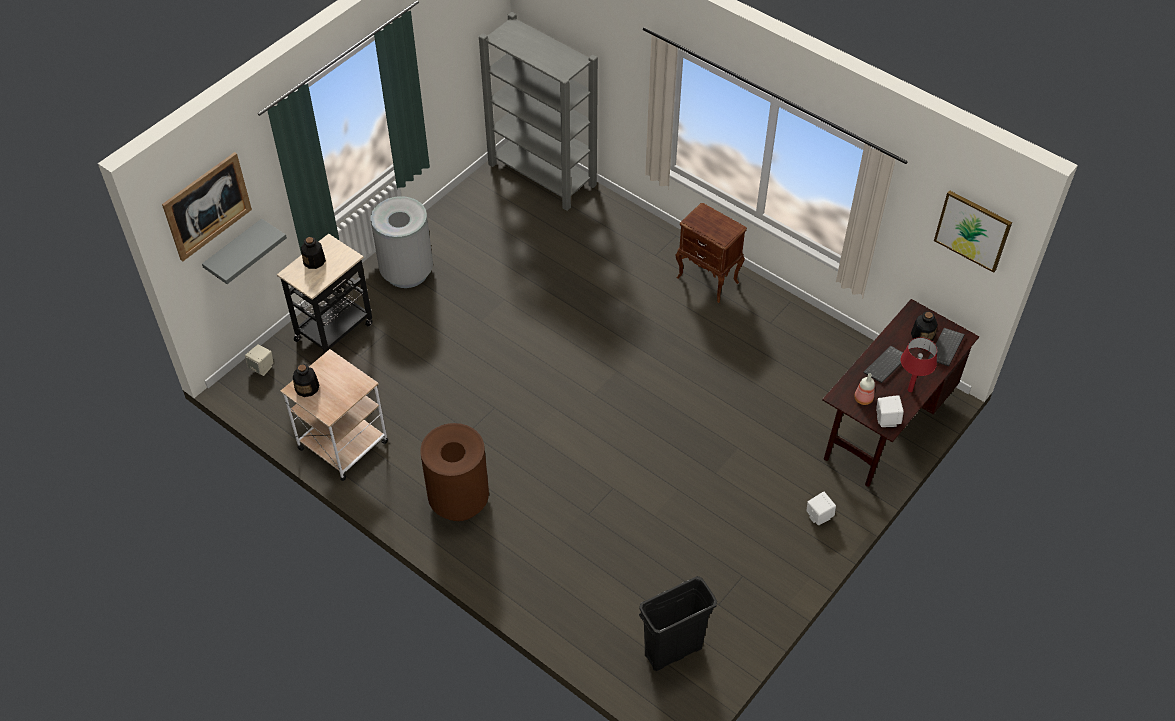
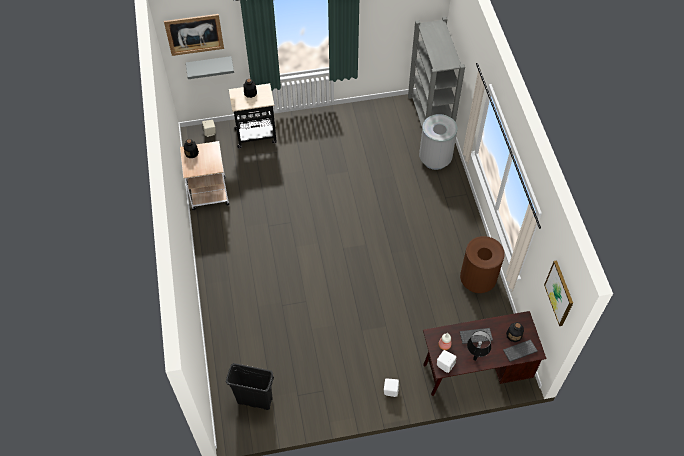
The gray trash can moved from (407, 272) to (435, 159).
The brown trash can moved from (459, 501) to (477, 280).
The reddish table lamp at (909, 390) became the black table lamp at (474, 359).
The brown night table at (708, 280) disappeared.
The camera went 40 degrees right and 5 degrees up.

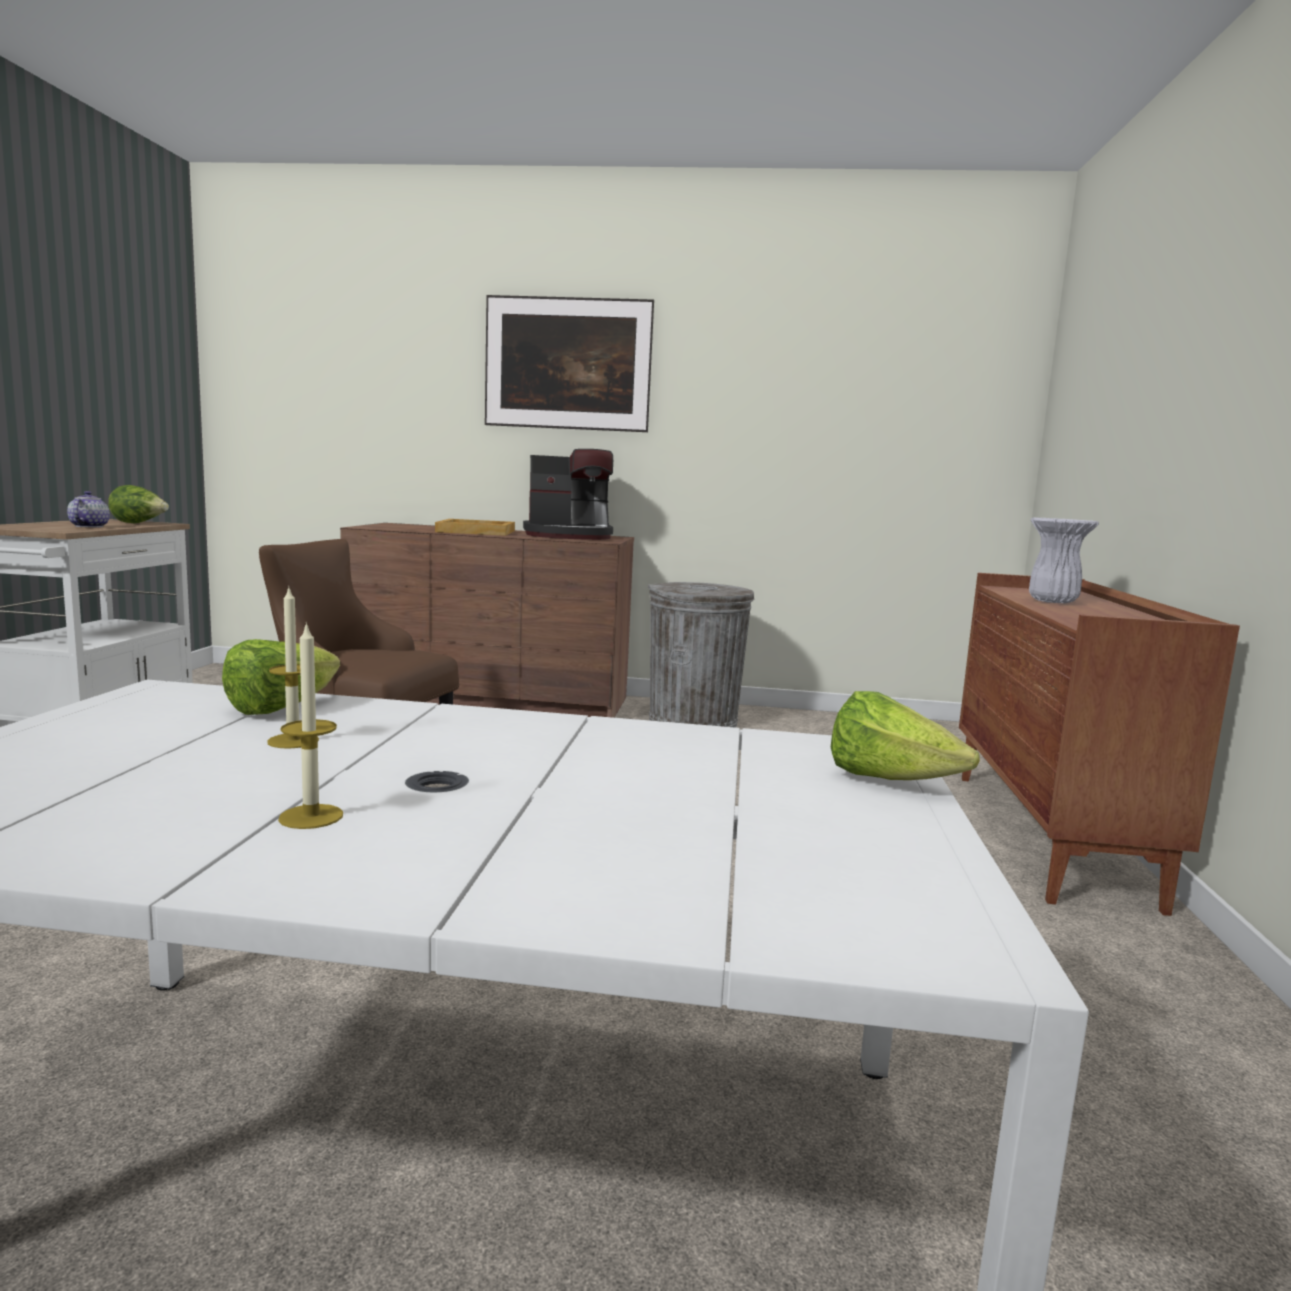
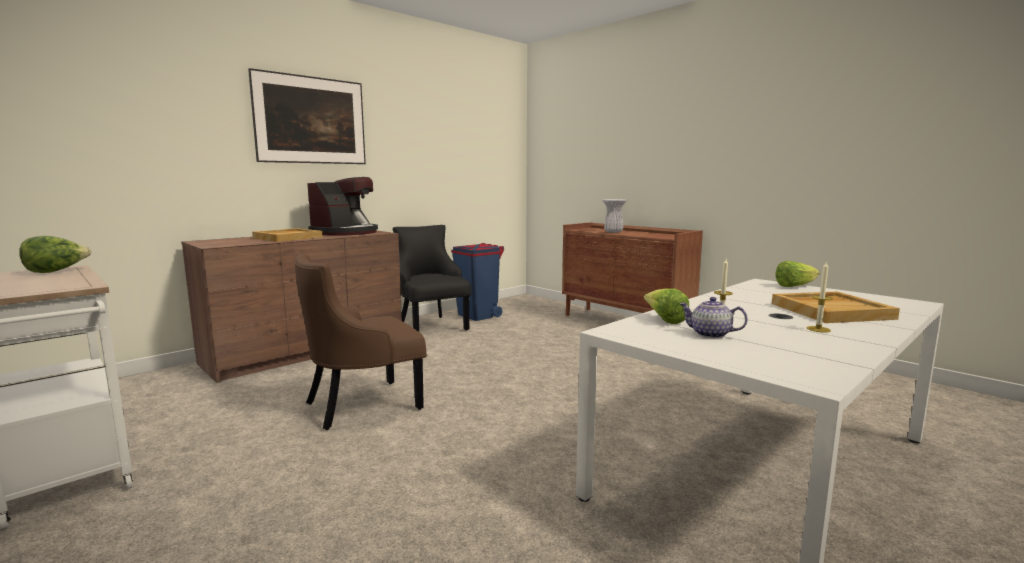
The gray trash can at (693, 721) was replaced by the black plain chair at (432, 327).
The blue-coloured trash can at (478, 315) appeared.
The pot for tea moved from (88, 526) to (710, 334).
The sand-coloured tray at (831, 311) appeared.
The camera went 50 degrees left and 0 degrees up.

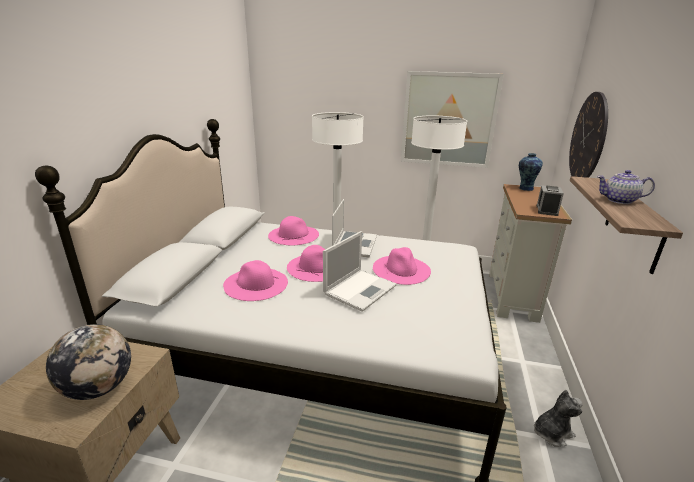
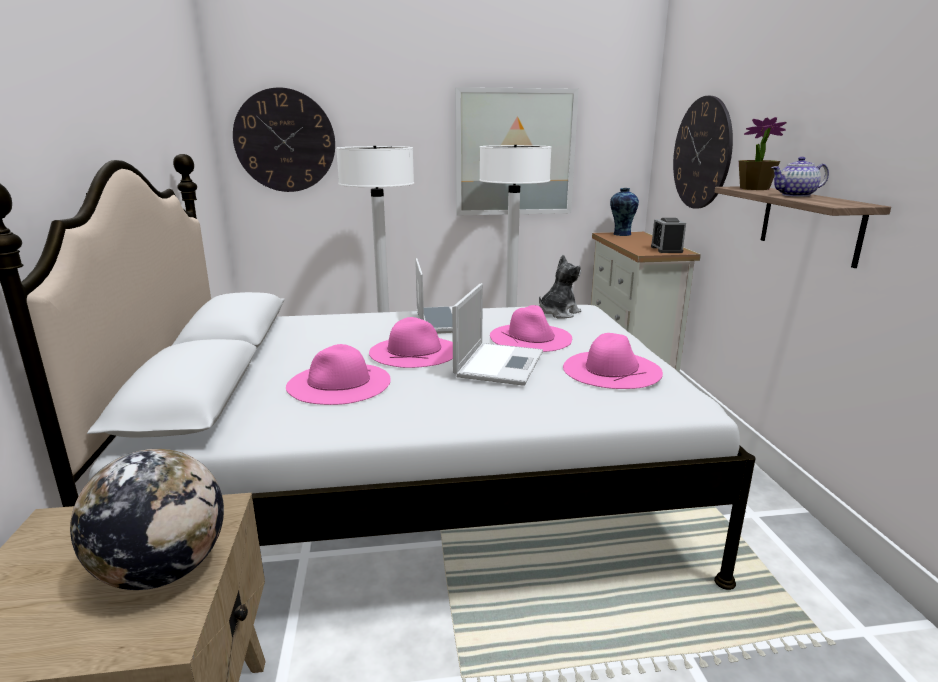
The wall clock at (285, 141) appeared.
The plush toy moved from (551, 432) to (558, 313).
The pink hat moved from (293, 235) to (611, 369).
The potted plant at (754, 188) appeared.
The camera went 20 degrees left and 5 degrees down.

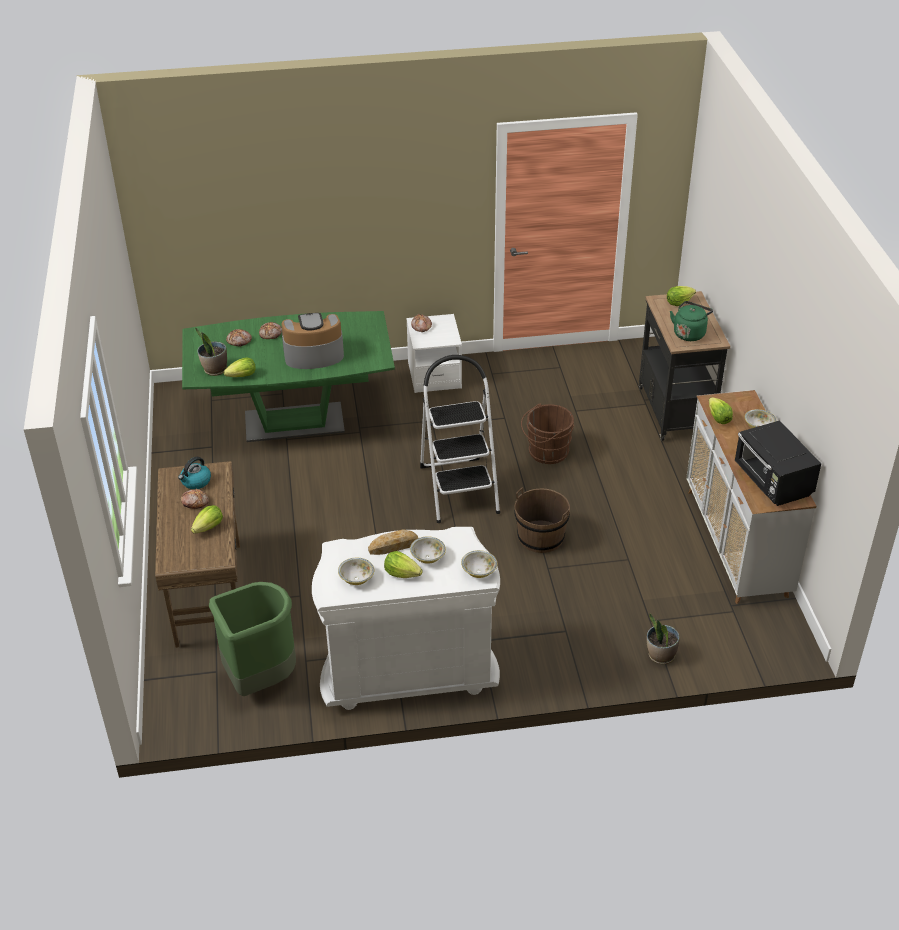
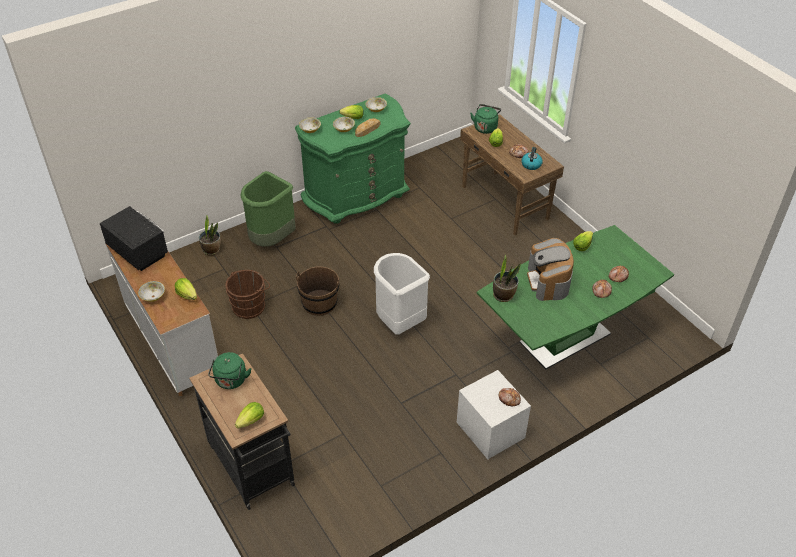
The brown bucket moved from (546, 452) to (250, 306).
The green trash can moved from (260, 679) to (272, 239).
The whitish chest of drawers at (407, 672) became the green chest of drawers at (358, 198).
The stepladder at (459, 488) was replaced by the whitish trash can at (399, 323).
The green kettle at (485, 127) appeared.
The potted plant moved from (215, 370) to (503, 295).
The coffee machine at (313, 355) turned 120 degrees clockwise.
The camera went 155 degrees right and 5 degrees up.

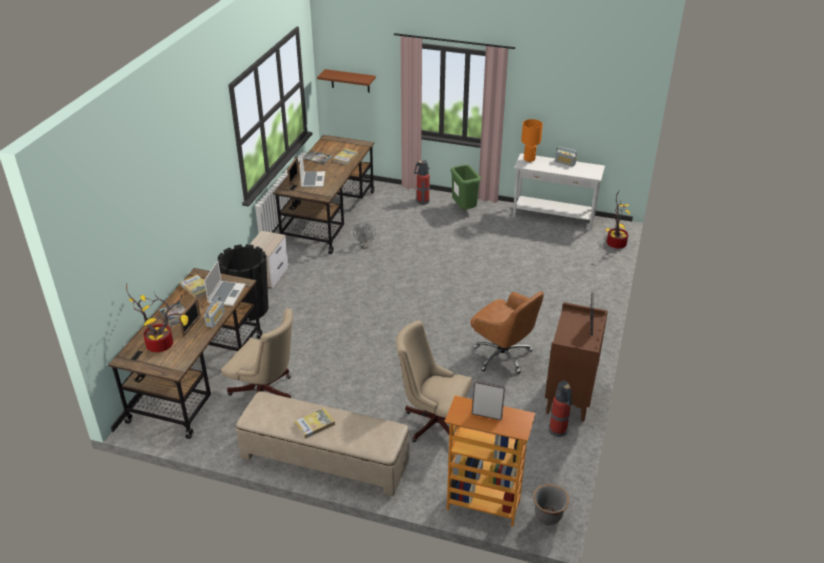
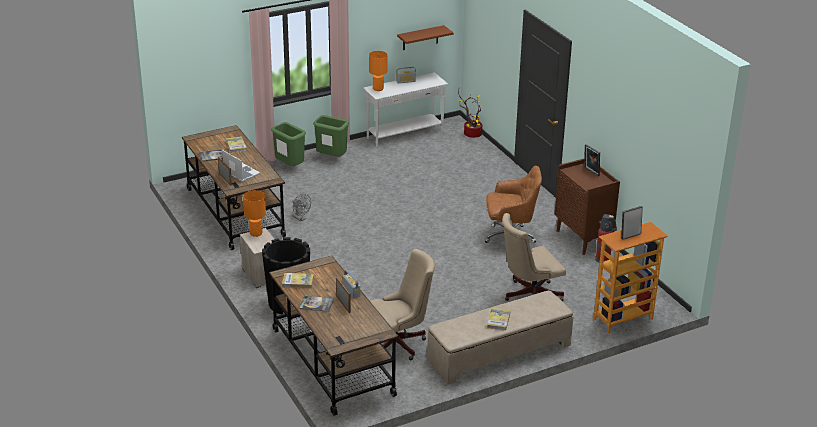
The orange table lamp at (256, 234) appeared.
The fire extinguisher at (422, 201) was replaced by the green trash can at (289, 167).
The brown wall shelf moved from (350, 81) to (420, 38).
The potted plant at (162, 344) disappeared.
The portable computer at (226, 294) disappeared.
The gray planter at (548, 517) disappeared.
The camera went 45 degrees left and 5 degrees down.

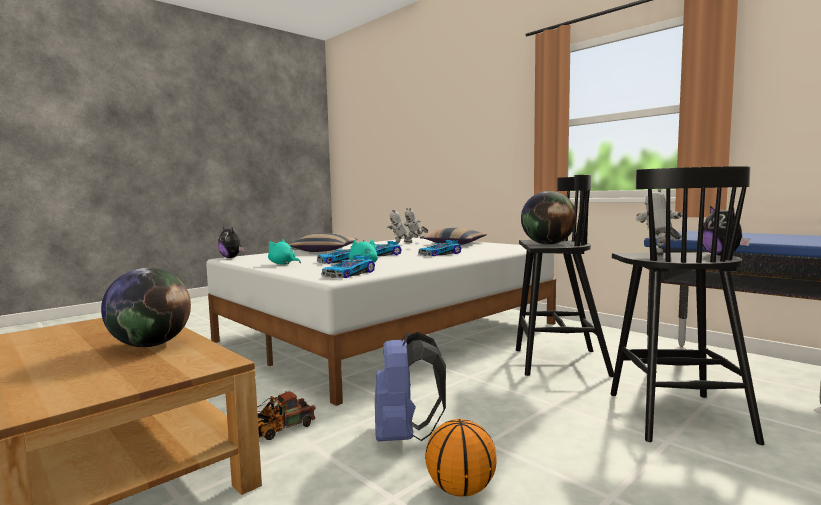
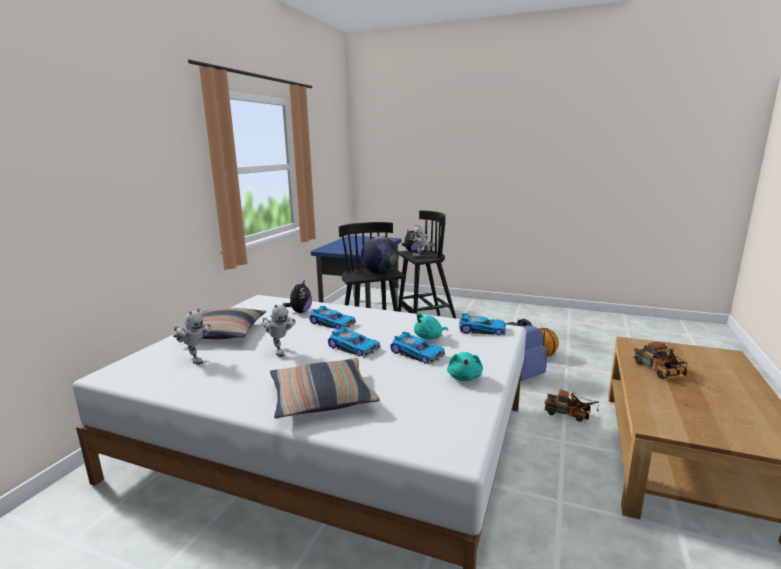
The plush toy moved from (231, 258) to (300, 312).
The world globe at (150, 345) was replaced by the toy lorry at (660, 372).
The camera went 115 degrees left and 10 degrees up.

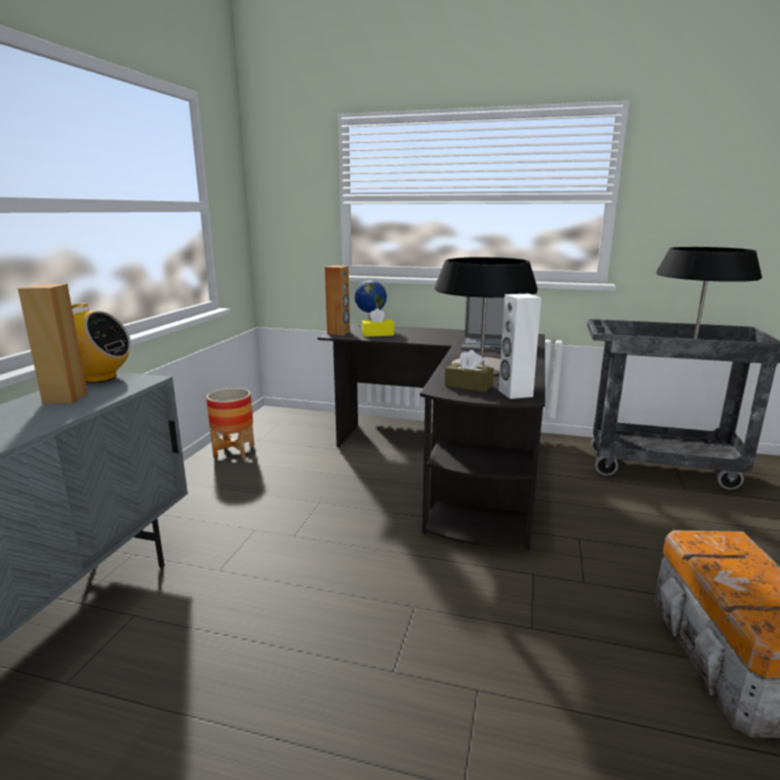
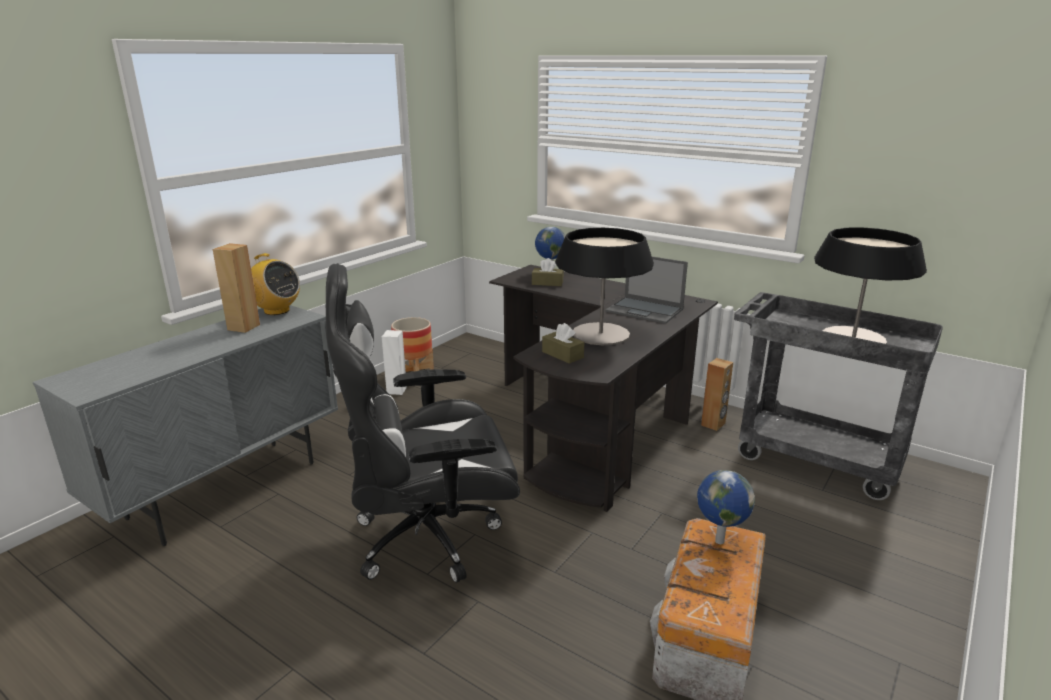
The black computer chair at (435, 536) appeared.
The whitish audio speaker moved from (515, 393) to (396, 390).
The yellowish box of tissues at (377, 334) became the brown box of tissues at (547, 283).
The world globe at (718, 541) appeared.
The brown audio speaker moved from (339, 333) to (713, 424).
The camera went 20 degrees right and 5 degrees up.

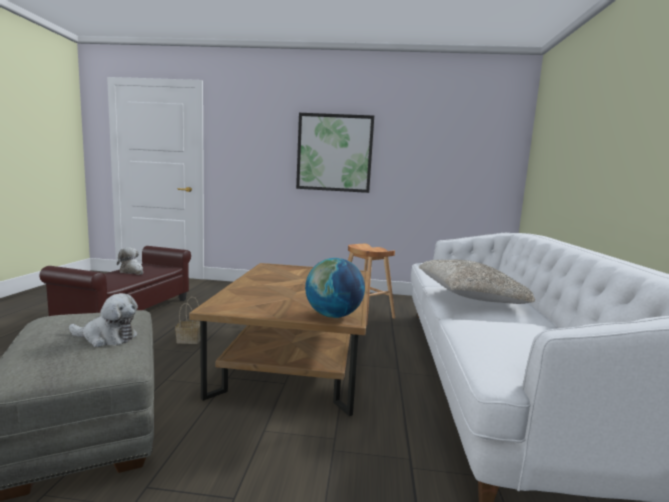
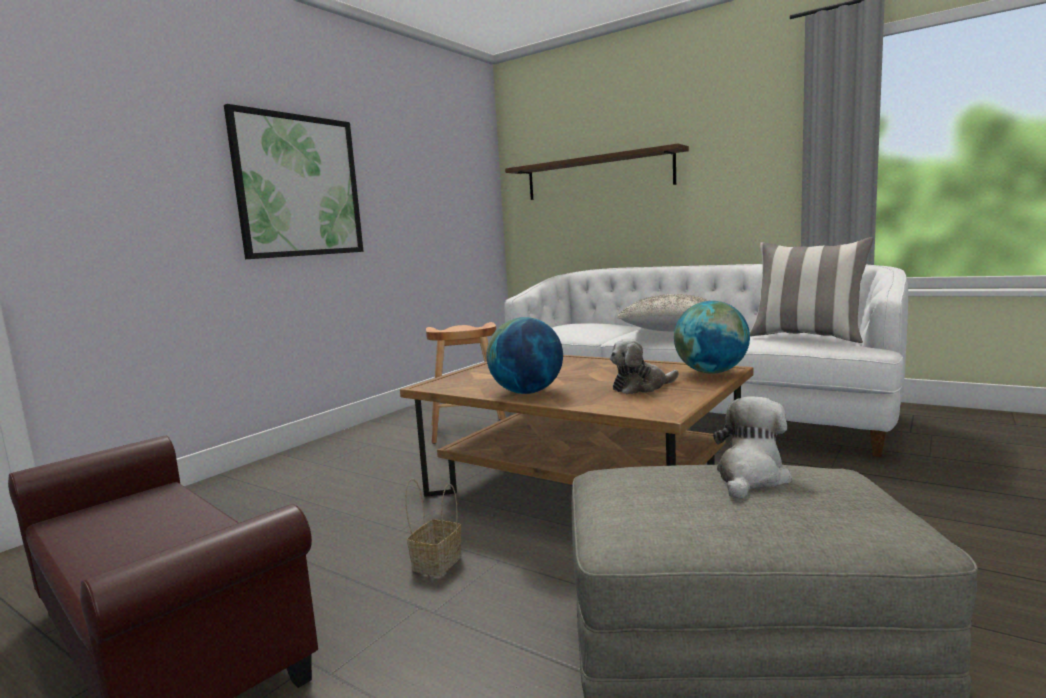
The world globe at (526, 392) appeared.
The wall shelf at (597, 175) appeared.
The plush toy moved from (132, 271) to (641, 387).
The pillow at (807, 337) appeared.
The camera went 60 degrees left and 0 degrees up.

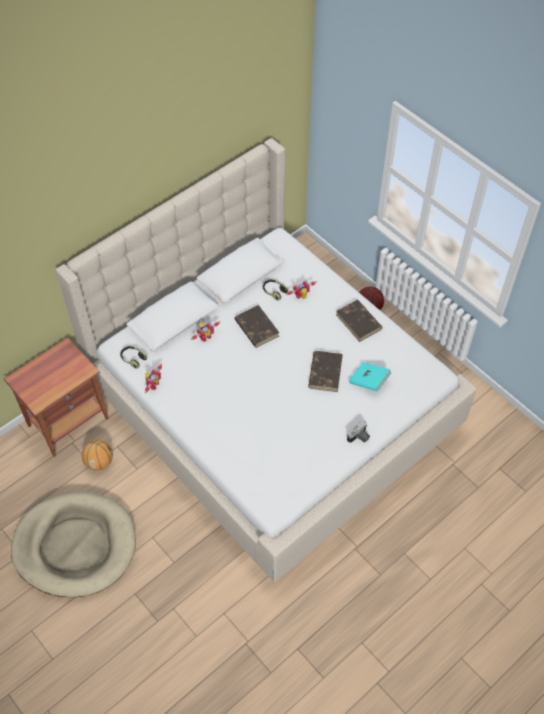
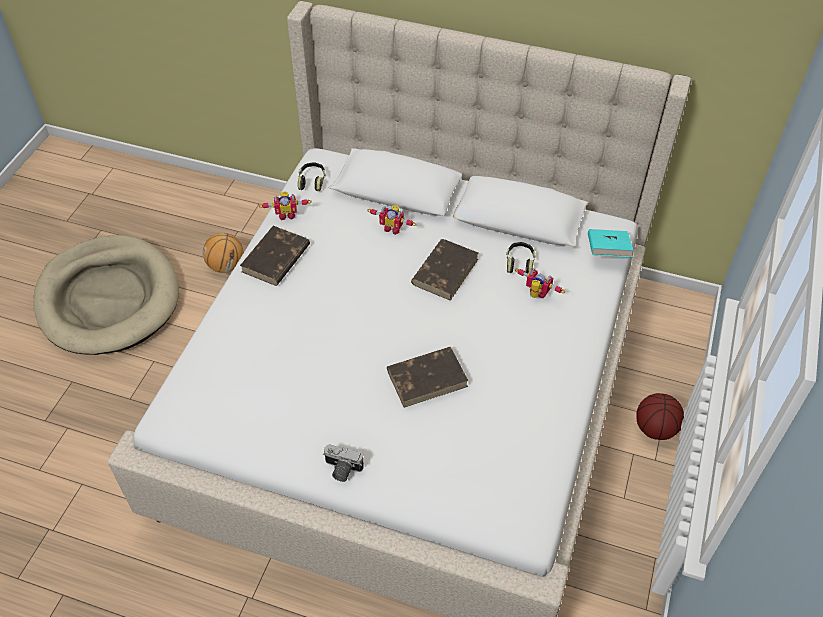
The brown volume moved from (359, 322) to (275, 259).
The turquoise volume moved from (369, 381) to (607, 252).
The night table at (68, 421) disappeared.
The camera went 60 degrees right and 5 degrees down.

